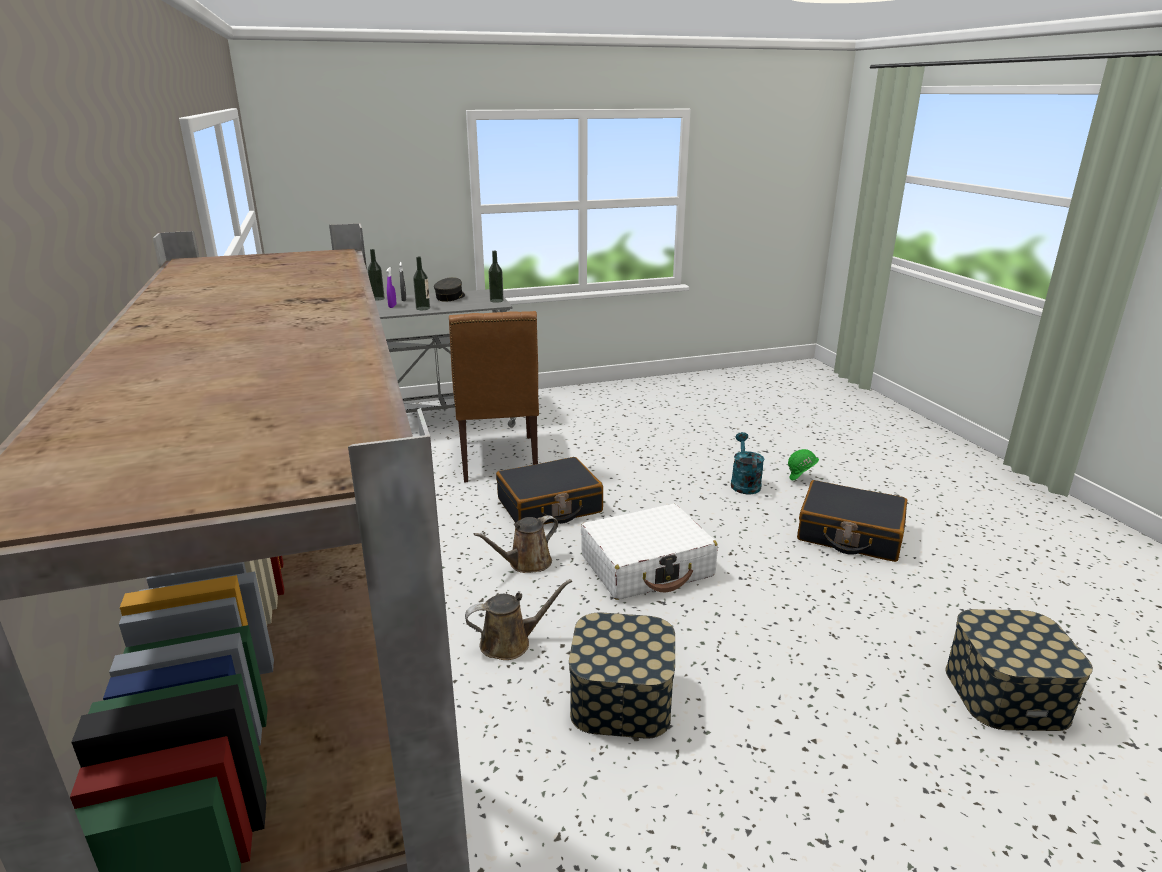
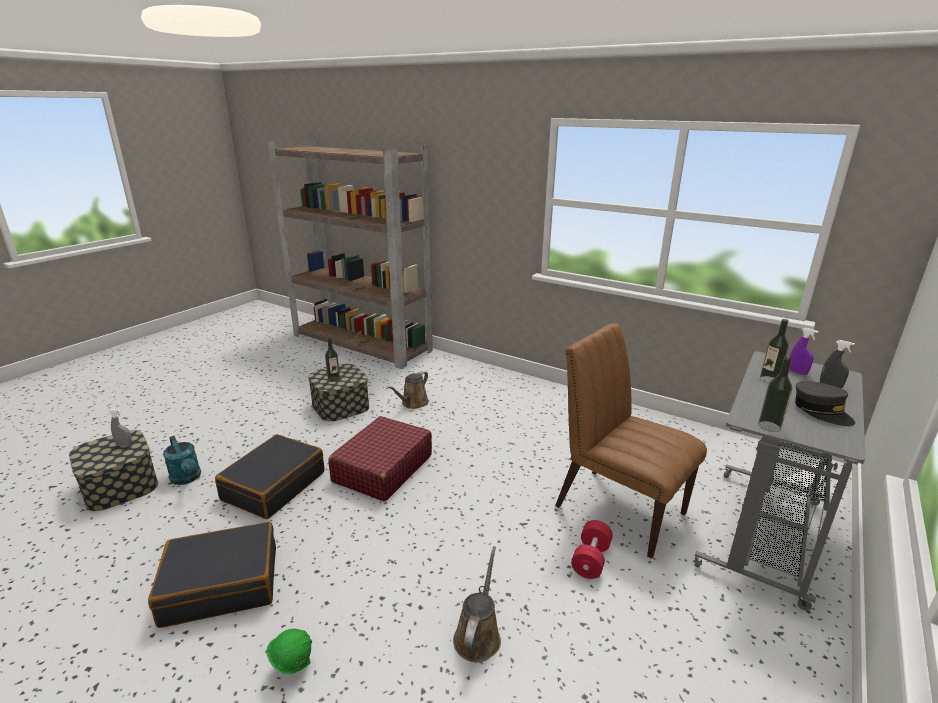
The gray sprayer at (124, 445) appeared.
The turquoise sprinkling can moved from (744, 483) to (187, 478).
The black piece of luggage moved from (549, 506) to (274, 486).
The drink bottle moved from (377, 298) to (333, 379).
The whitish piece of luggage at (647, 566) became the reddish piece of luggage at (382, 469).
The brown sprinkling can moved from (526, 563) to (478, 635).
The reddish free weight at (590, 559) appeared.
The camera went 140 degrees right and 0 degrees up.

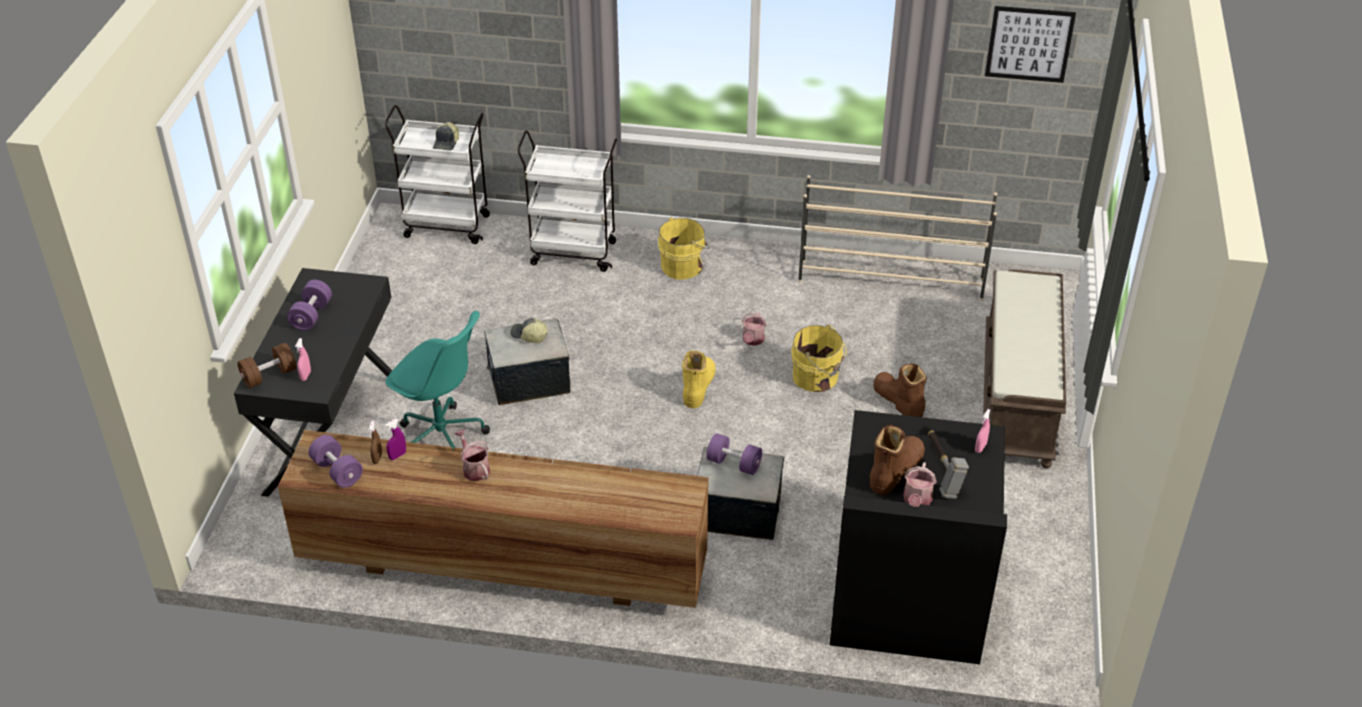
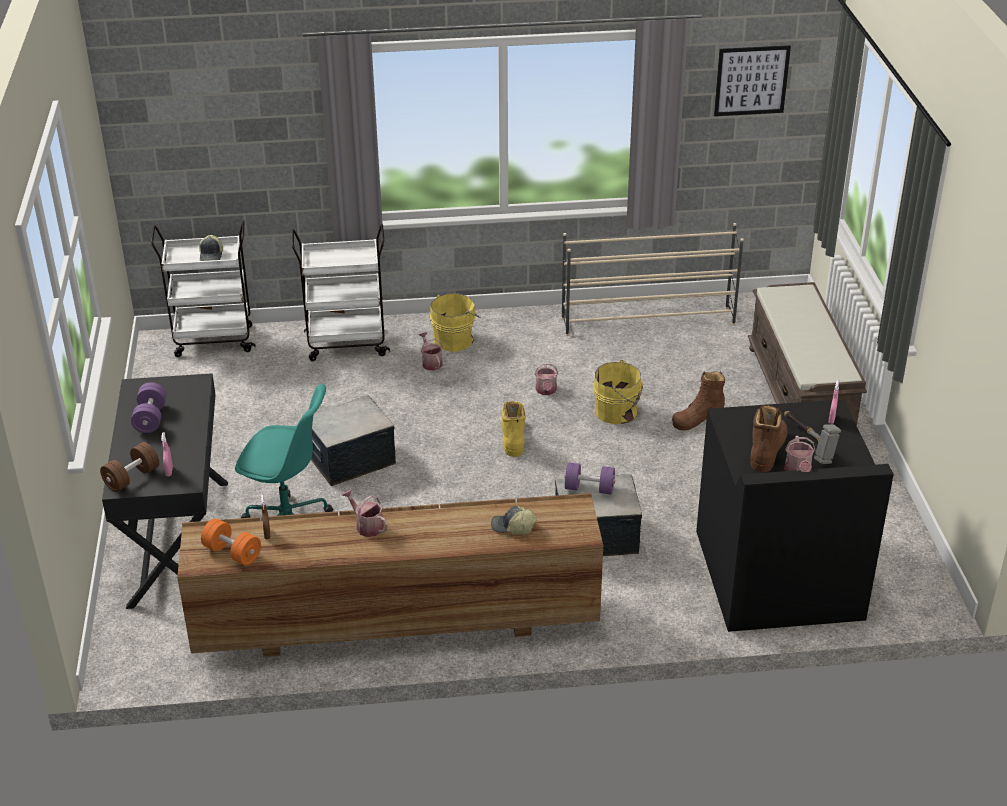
The purple-coloured free weight at (337, 471) became the orange free weight at (232, 553).
The sprinkling can at (431, 362) appeared.
The peaked cap moved from (529, 335) to (512, 527).
The brown boot at (898, 400) turned 75 degrees counterclockwise.
The purple-coloured sprayer at (397, 456) disappeared.
The camera went 15 degrees left and 5 degrees down.

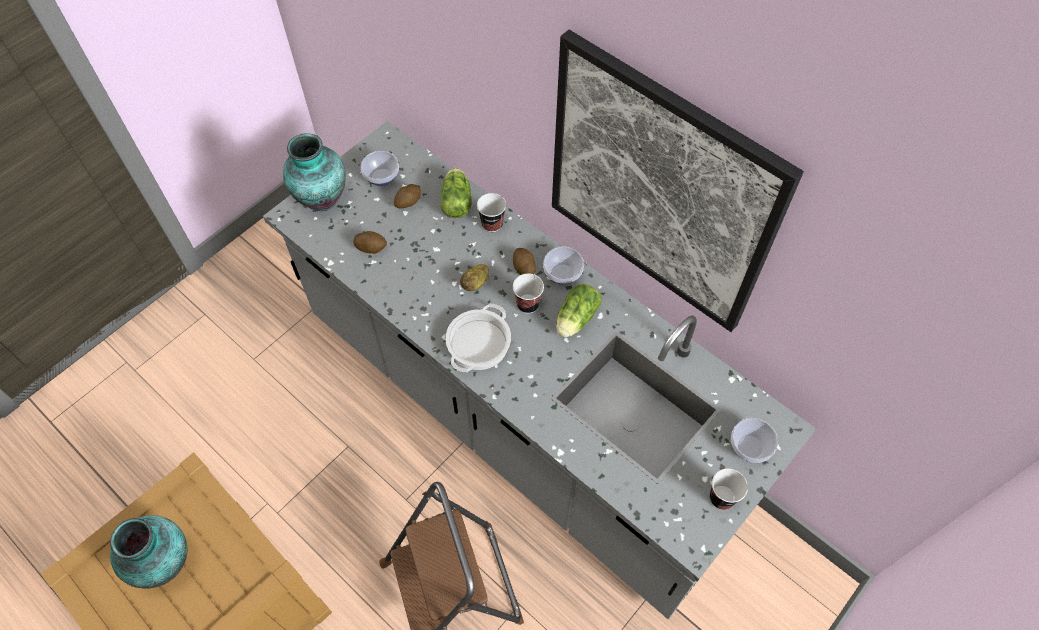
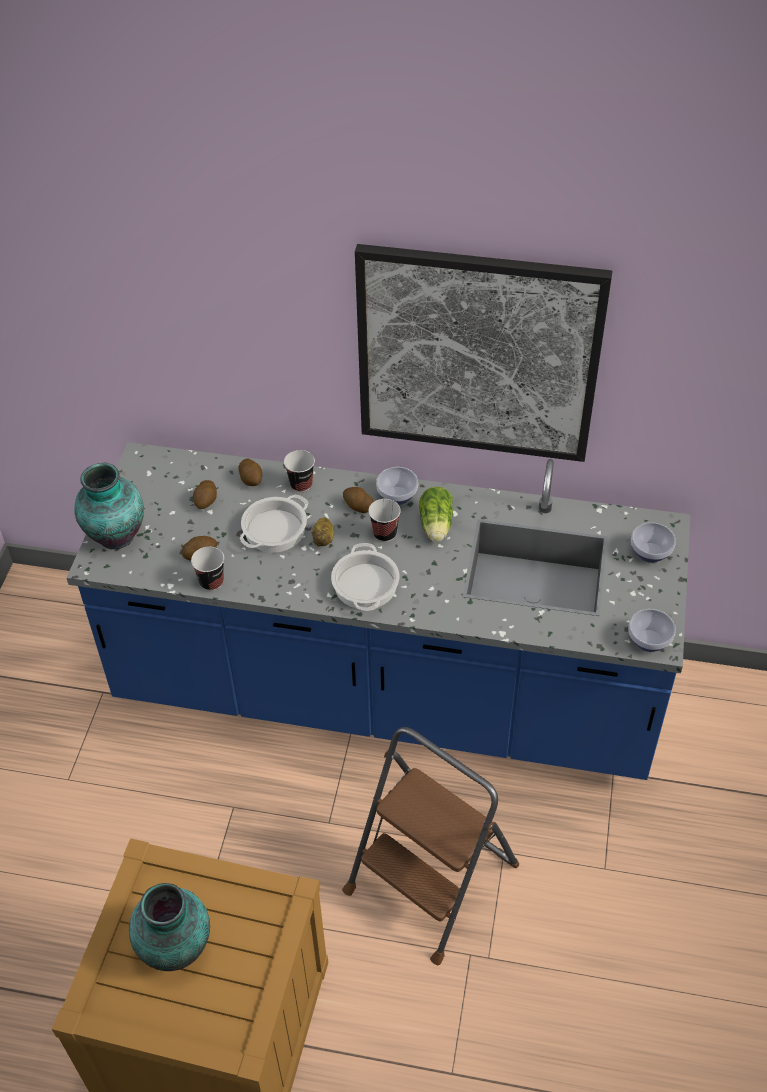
The gray counter at (519, 415) became the blue-coloured counter at (386, 691).
The cup moved from (721, 498) to (211, 582).
The lettuce head at (456, 200) was replaced by the potato at (251, 479).
The stockpot at (275, 530) appeared.
The deep dish moved from (383, 177) to (649, 640).
The camera went 30 degrees left and 10 degrees down.

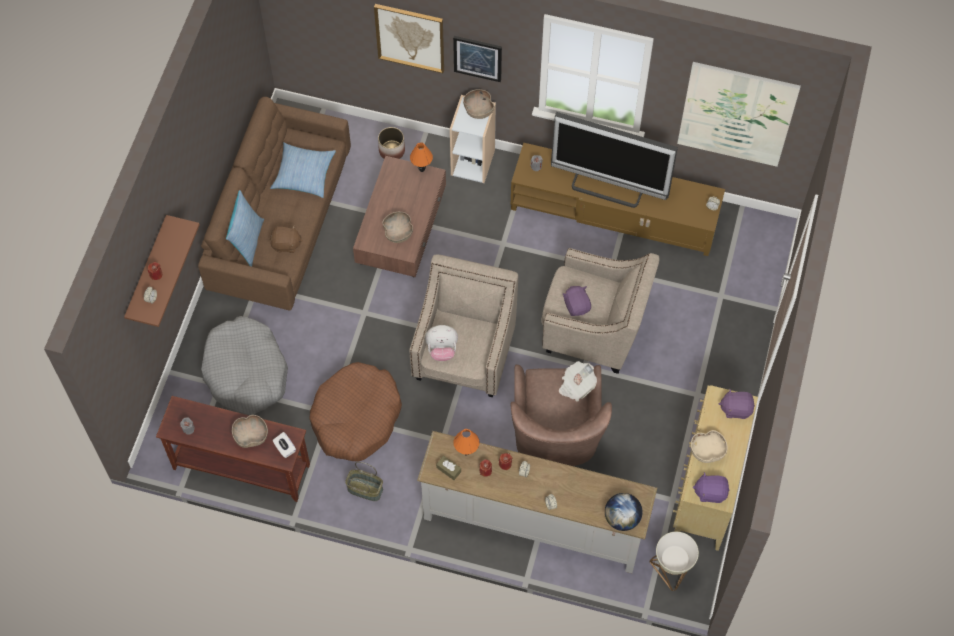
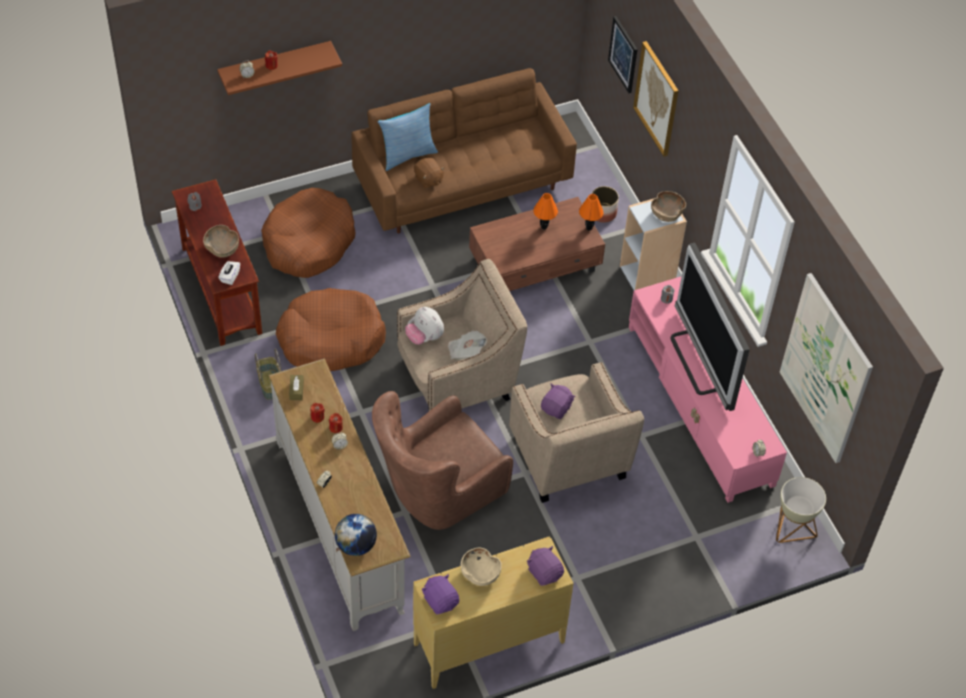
The gray dog cushion at (246, 372) became the brown dog cushion at (308, 242).
The newspaper moved from (576, 385) to (466, 351).
The orange table lamp moved from (466, 452) to (544, 227).
The wall art moved from (477, 58) to (623, 54).
The brown tv stand at (615, 214) became the pink tv stand at (699, 405).
The planter moved from (670, 571) to (792, 529).
The pillow at (303, 174) disappeared.
The brown deep dish at (398, 233) disappeared.
The camera went 50 degrees right and 10 degrees down.

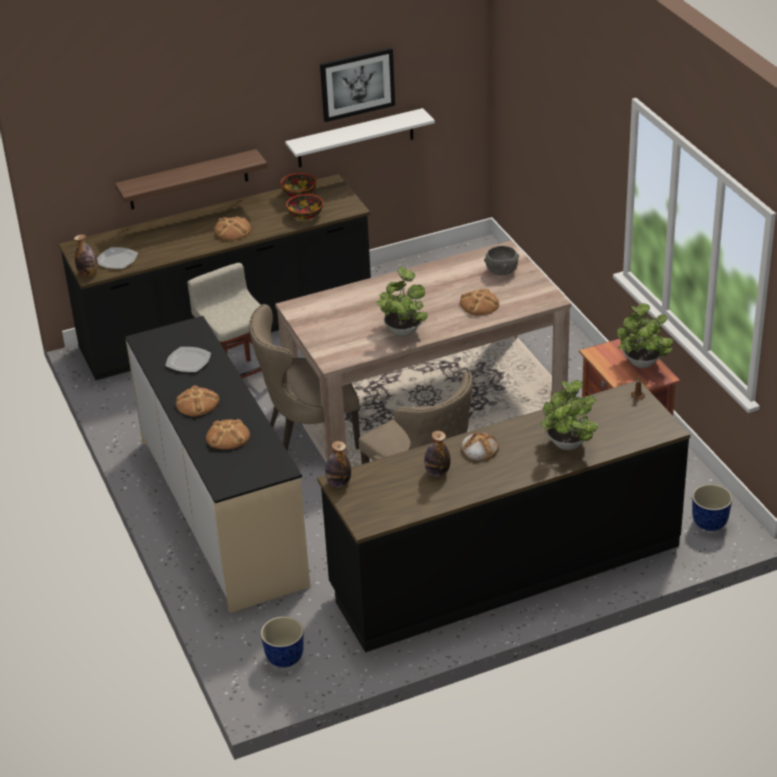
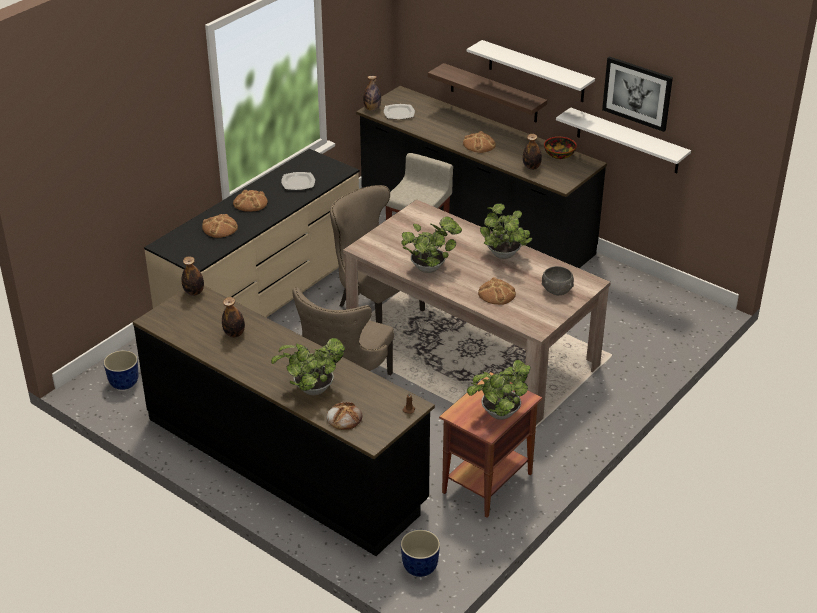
The baked bread moved from (479, 449) to (344, 418).
The whitish wall shelf at (536, 71) appeared.
The potted plant at (505, 255) appeared.
The deep dish at (305, 214) was replaced by the drink bottle at (531, 167).
The camera went 60 degrees right and 0 degrees up.

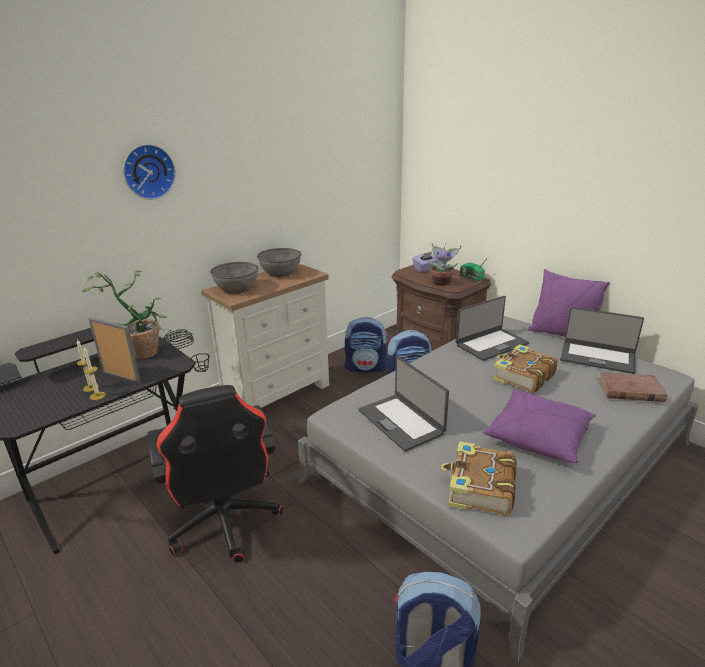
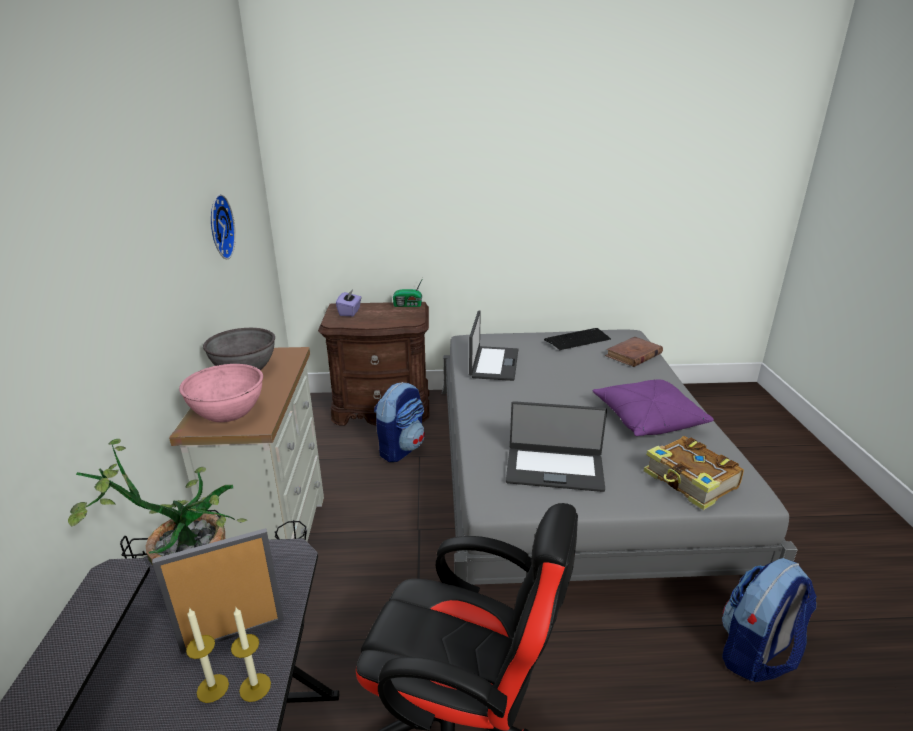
The gray deep dish at (236, 289) became the pink deep dish at (228, 411).
The wall clock moved from (148, 171) to (218, 227).
The portable computer at (597, 357) was replaced by the computer keyboard at (577, 340).
The rucksack at (366, 368) disappeared.
The potted plant at (442, 282) disappeared.
The volume at (522, 377) disappeared.
The purple-coloured pillow at (561, 335) disappeared.
The camera went 50 degrees left and 0 degrees up.

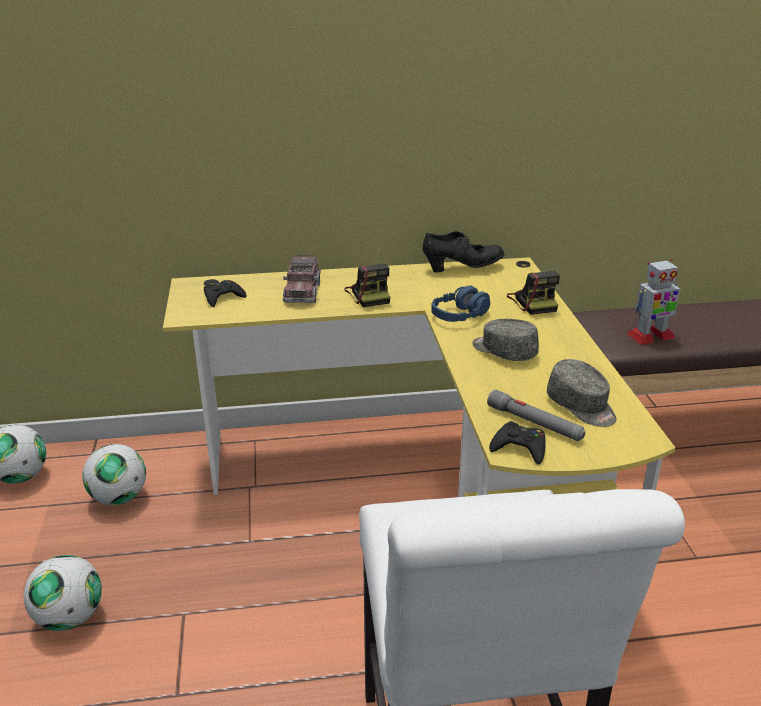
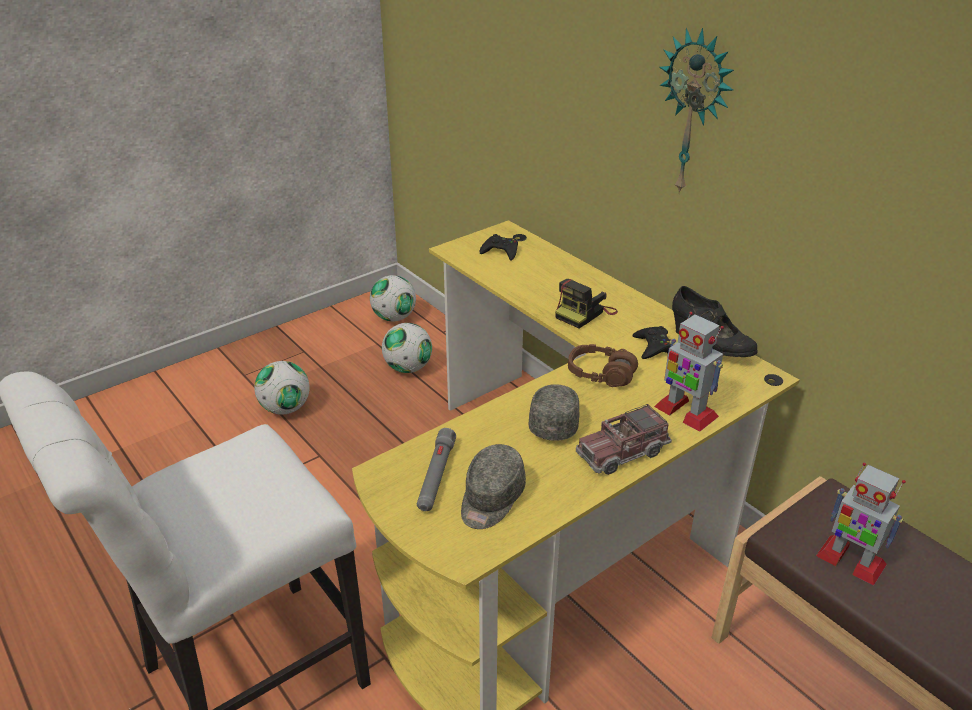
The blue-coloured headset at (460, 315) became the brown headset at (601, 374).
The toy lorry moved from (302, 292) to (622, 452).
The black joypad moved from (519, 448) to (653, 346).
The photo camera at (533, 302) was replaced by the toy robot at (685, 411).
The wall clock at (694, 114) appeared.
The camera went 60 degrees right and 5 degrees up.

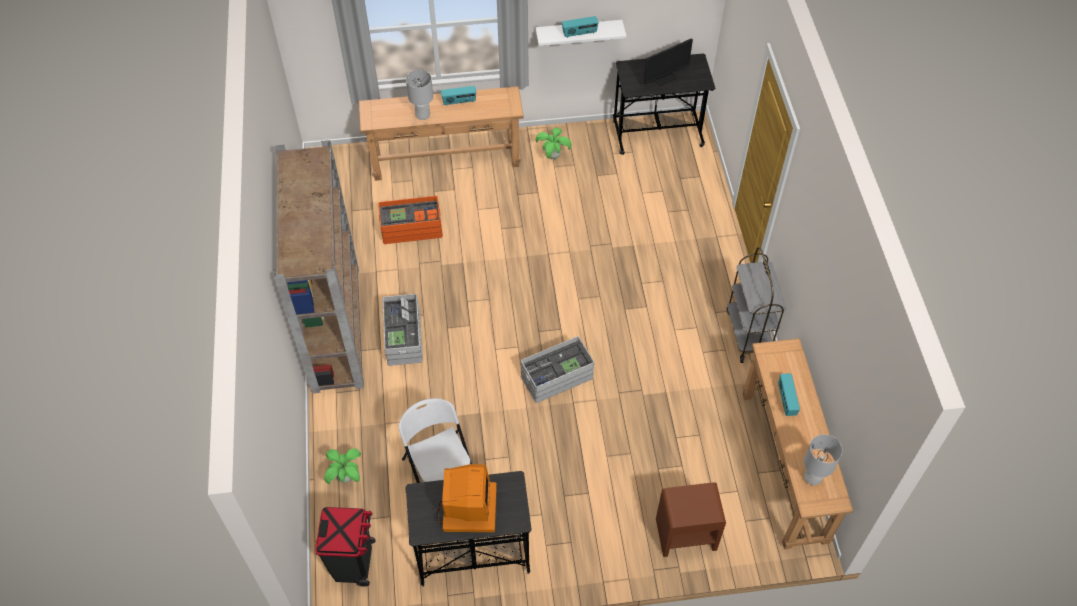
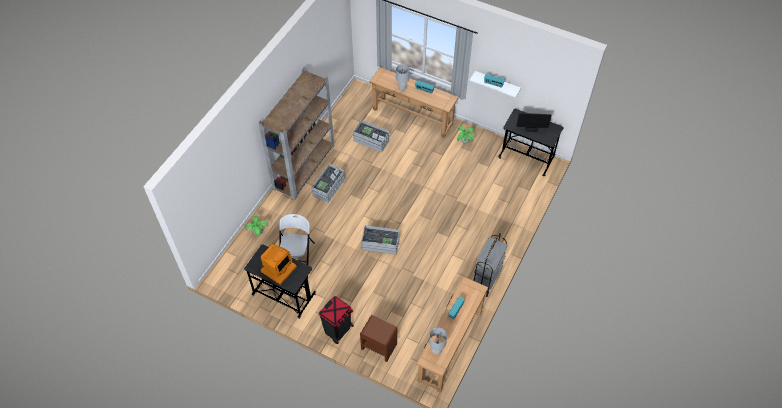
The black trash can moved from (354, 563) to (338, 330).
The orange storage container at (411, 227) became the gray storage container at (371, 140).
The camera went 35 degrees right and 0 degrees up.

